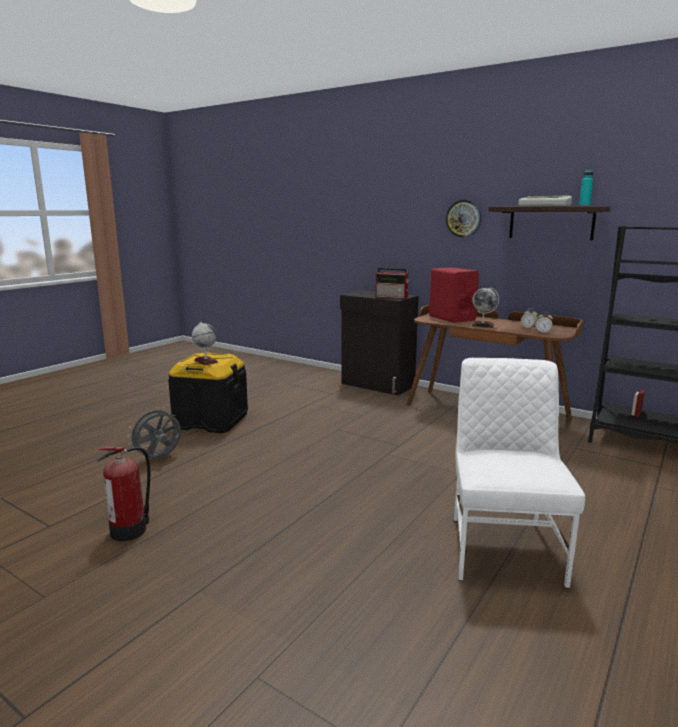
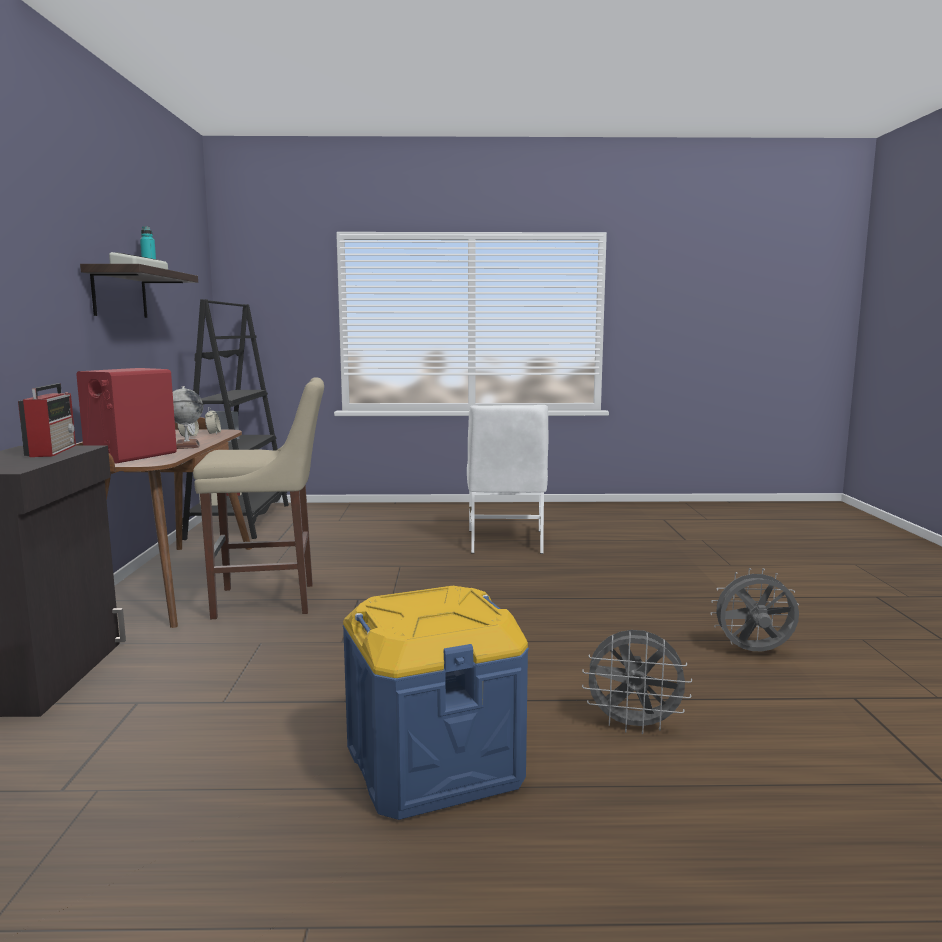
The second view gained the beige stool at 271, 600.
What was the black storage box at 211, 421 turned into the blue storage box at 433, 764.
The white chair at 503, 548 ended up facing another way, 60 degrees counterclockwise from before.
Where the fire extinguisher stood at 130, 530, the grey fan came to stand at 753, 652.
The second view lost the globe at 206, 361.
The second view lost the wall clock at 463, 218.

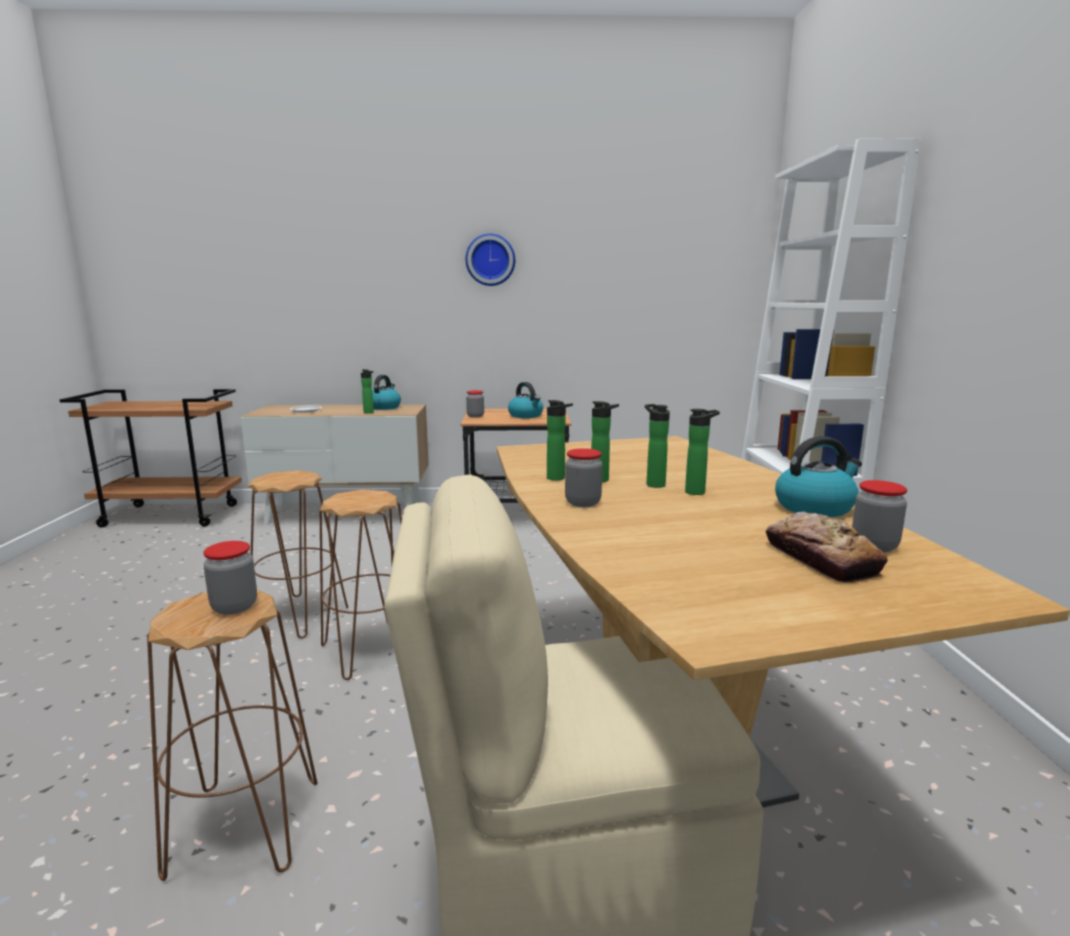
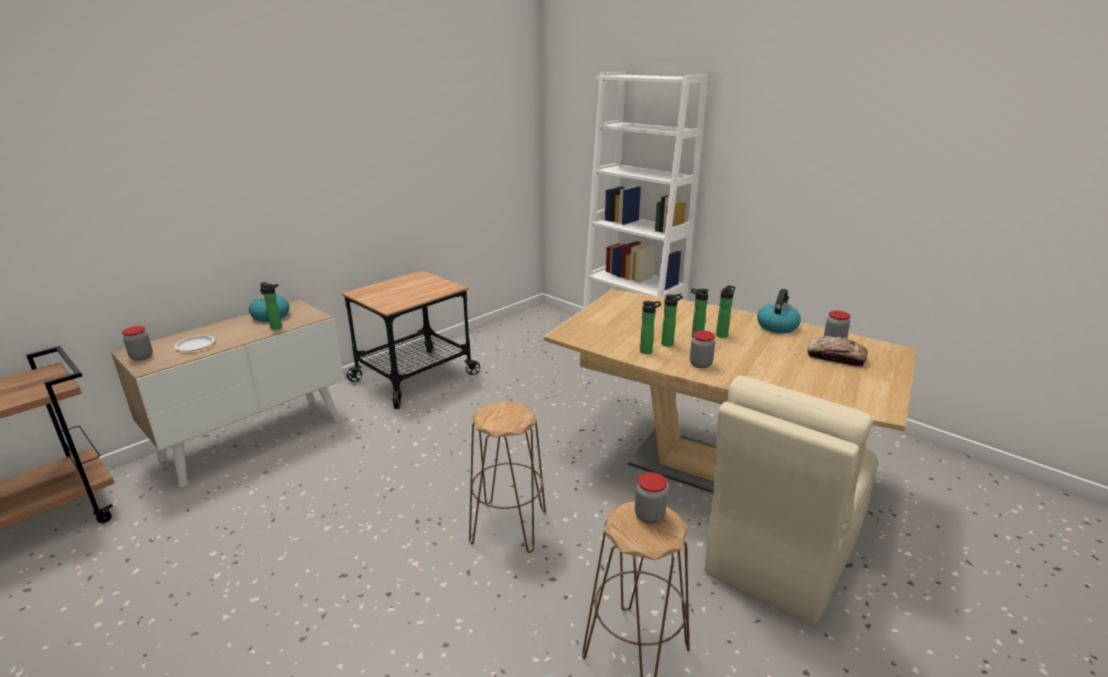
The jar ended up elsewhere, having gone from 475, 416 to 141, 357.
The second view lost the brown stool at 300, 615.
The second view lost the wall clock at 490, 260.
The second view lost the kettle at 526, 415.

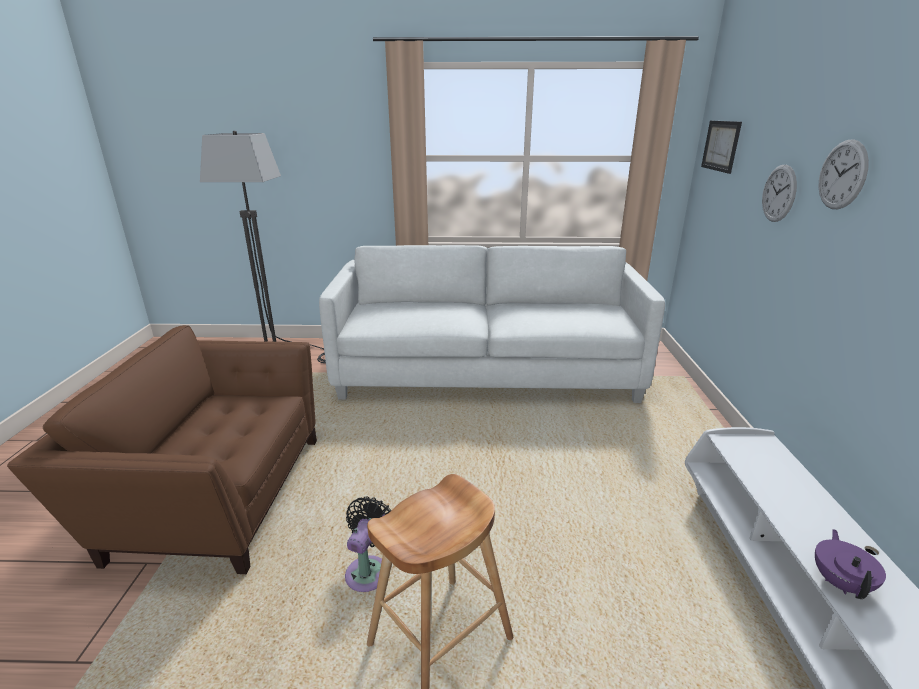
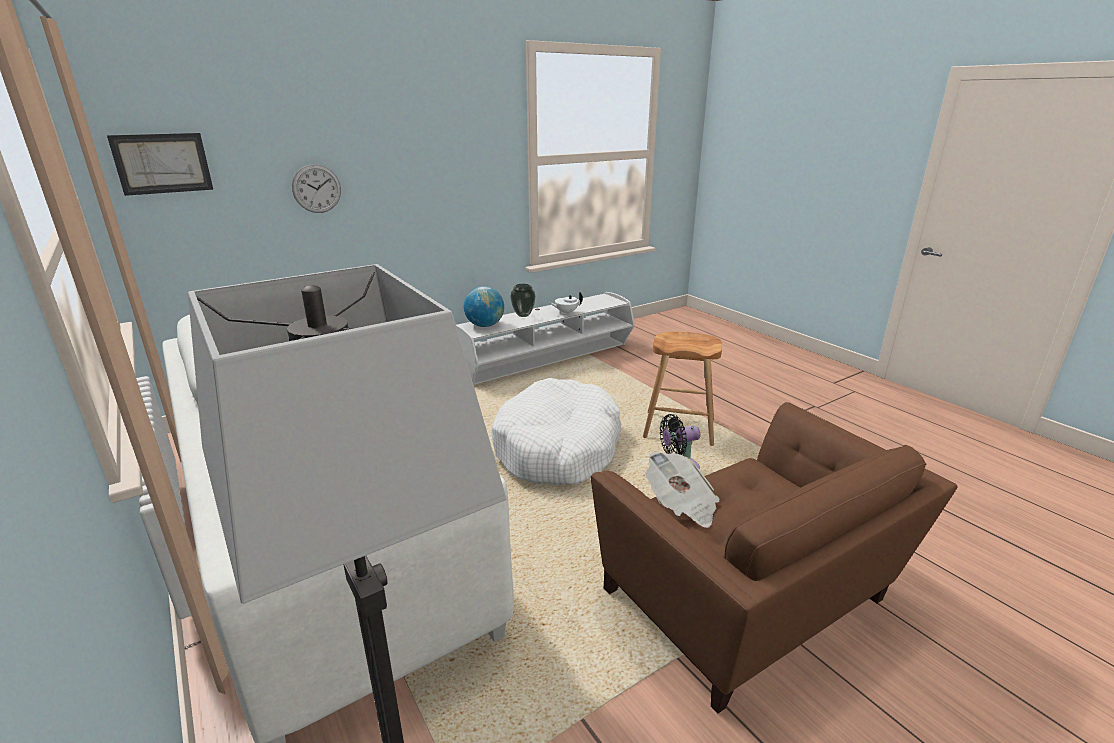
The second view gained the globe at 485, 325.
The second view gained the white dog bed at 558, 448.
The second view gained the vase at 523, 315.
What was the purple teapot at 840, 582 turned into the white teapot at 566, 312.
The second view gained the newspaper at 681, 505.
The second view lost the wall clock at 842, 175.

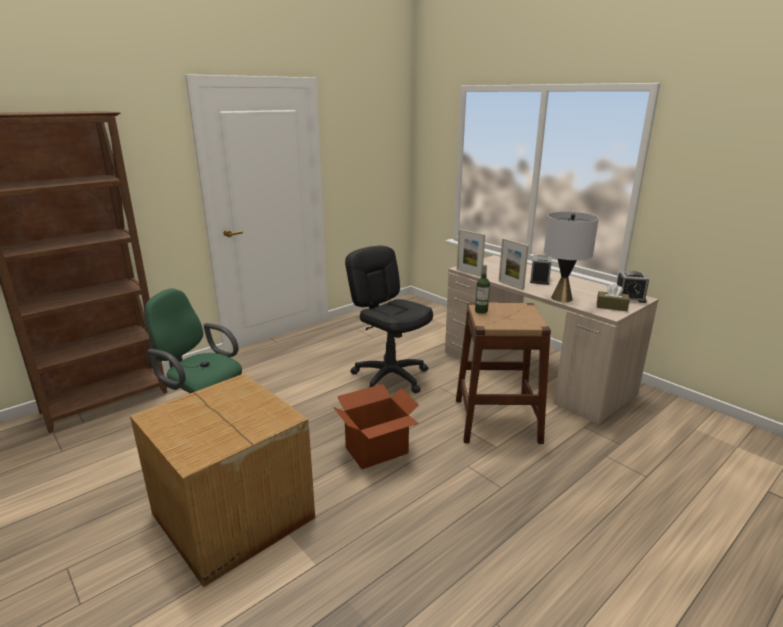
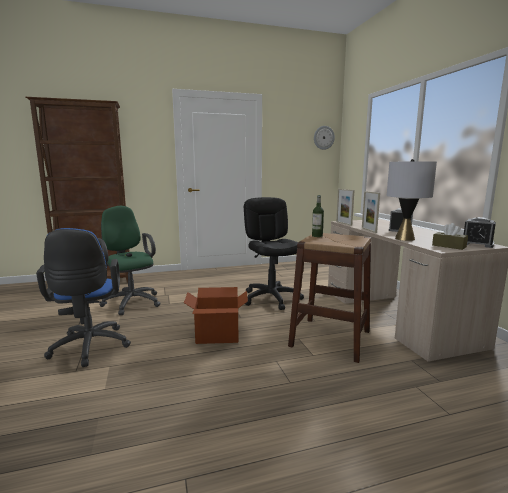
Where the cardboard box stood at 232, 518, the blue office chair came to stand at 89, 348.
The second view gained the wall clock at 323, 137.

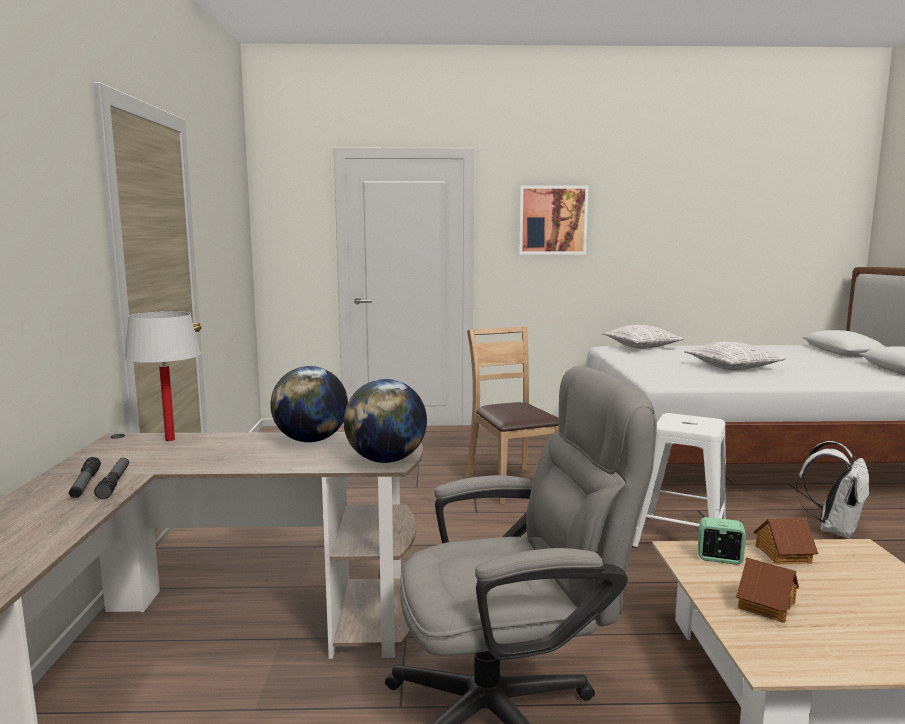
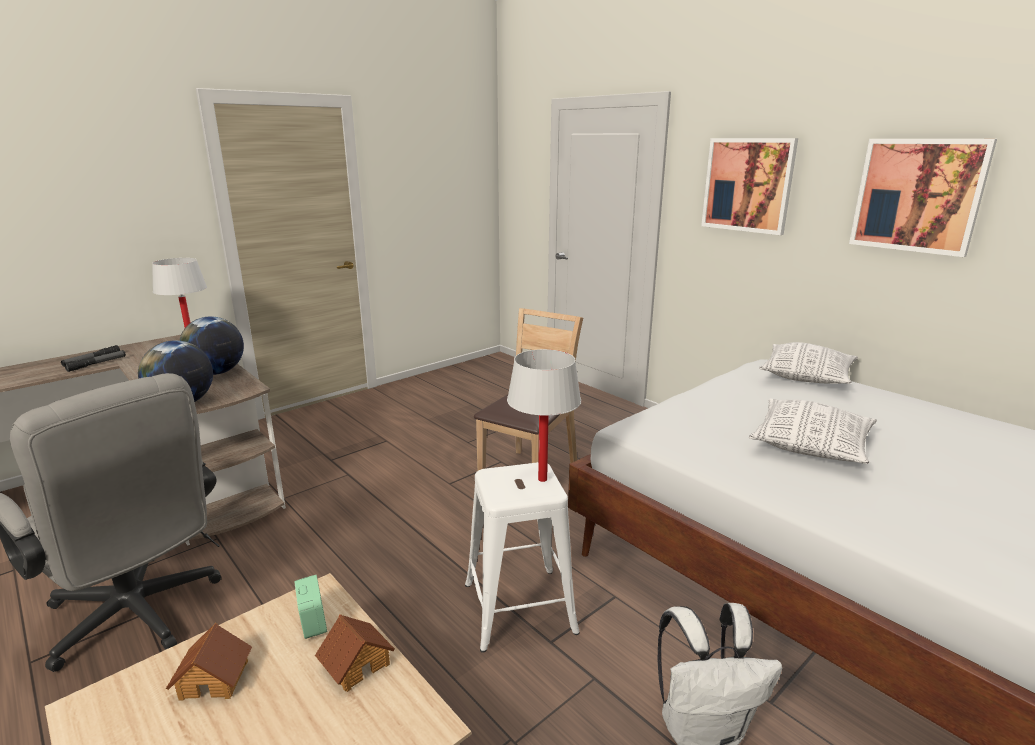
The second view gained the white table lamp at 542, 479.
The second view gained the picture at 917, 195.

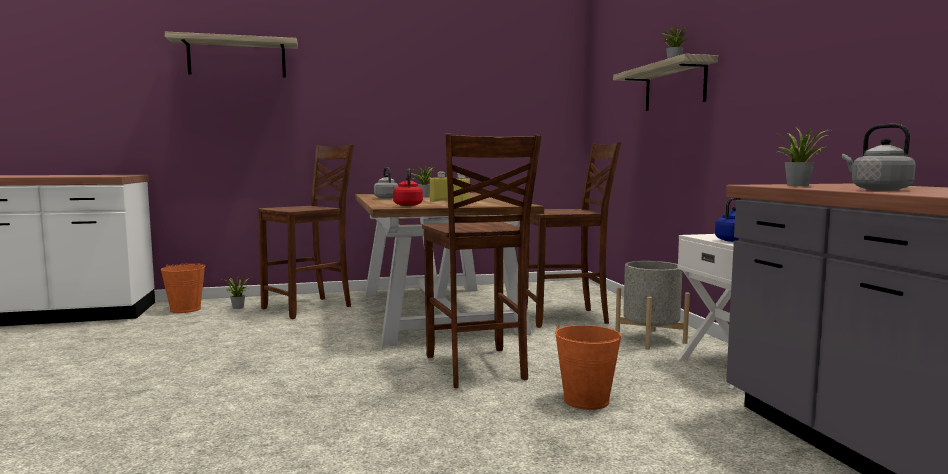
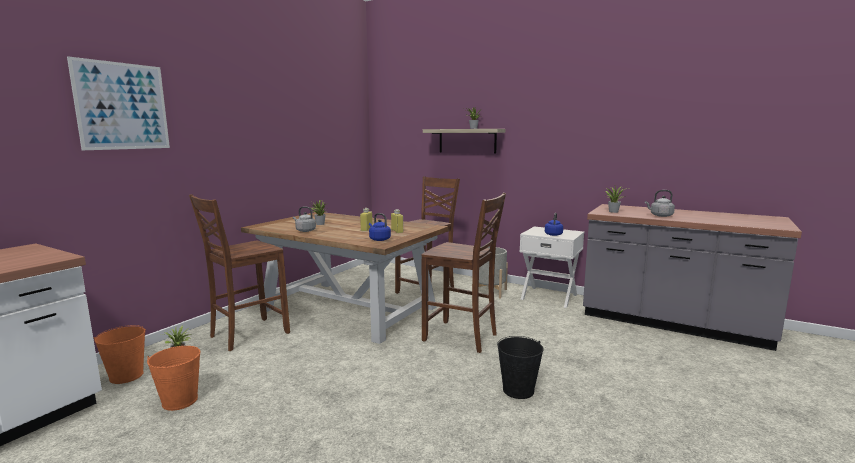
Where the shelf hung at 237, 58, the picture came to hang at 122, 106.
The orange bucket ended up elsewhere, having gone from 586, 400 to 180, 401.
The brown chair at 310, 307 ended up facing another way, 135 degrees counterclockwise from before.
What was the red kettle at 408, 205 turned into the blue kettle at 379, 239.
The second view gained the black bucket at 518, 390.

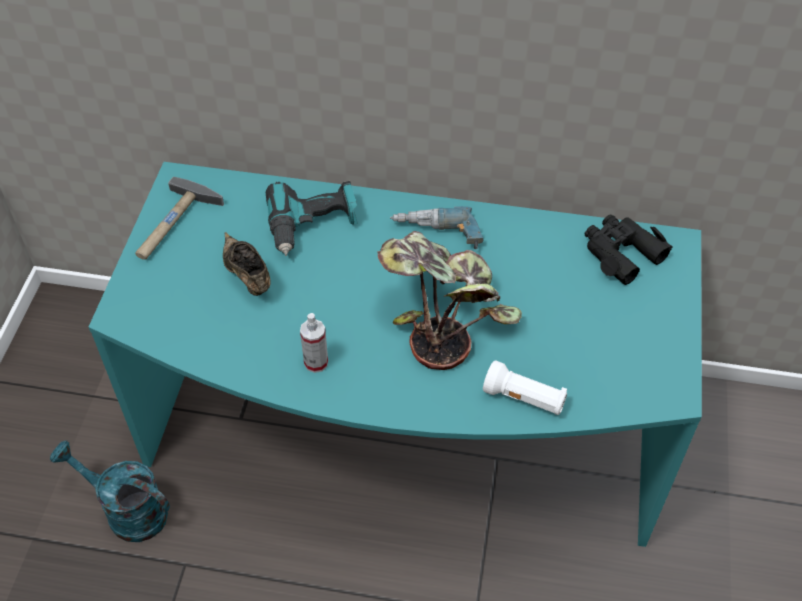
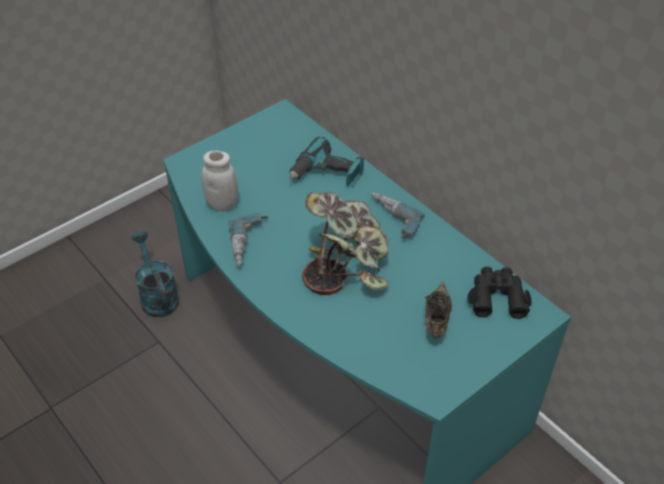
The second view gained the white jar at 222, 204.
Where the spray bottle stood at 316, 362, the power drill came to stand at 250, 245.
The brown shoe ended up elsewhere, having gone from 247, 277 to 436, 320.
The second view lost the hammer at 173, 225.
The second view lost the white flashlight at 524, 399.

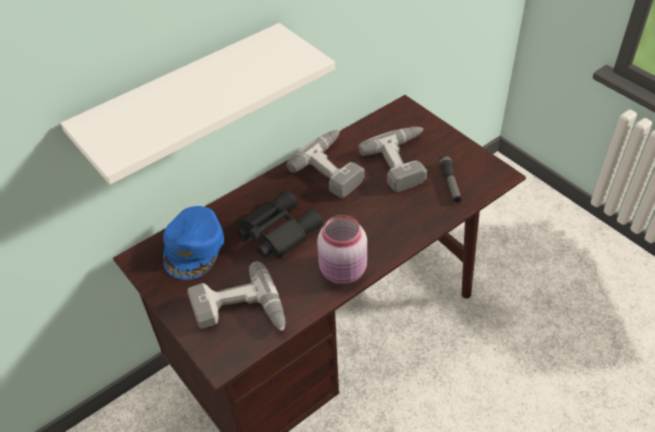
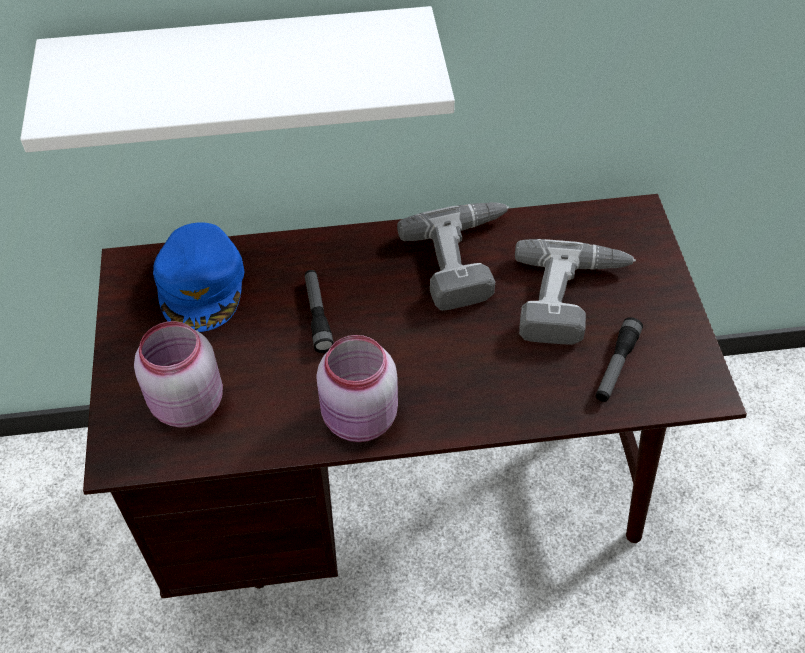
Where the power drill stood at 239, 313, the pink jar came to stand at 186, 405.
The blue cap at 194, 247 ended up facing another way, 45 degrees counterclockwise from before.
Where the black binoculars stood at 276, 232, the flashlight came to stand at 317, 315.

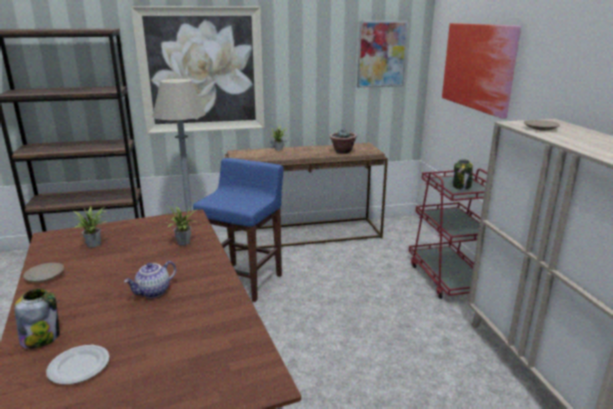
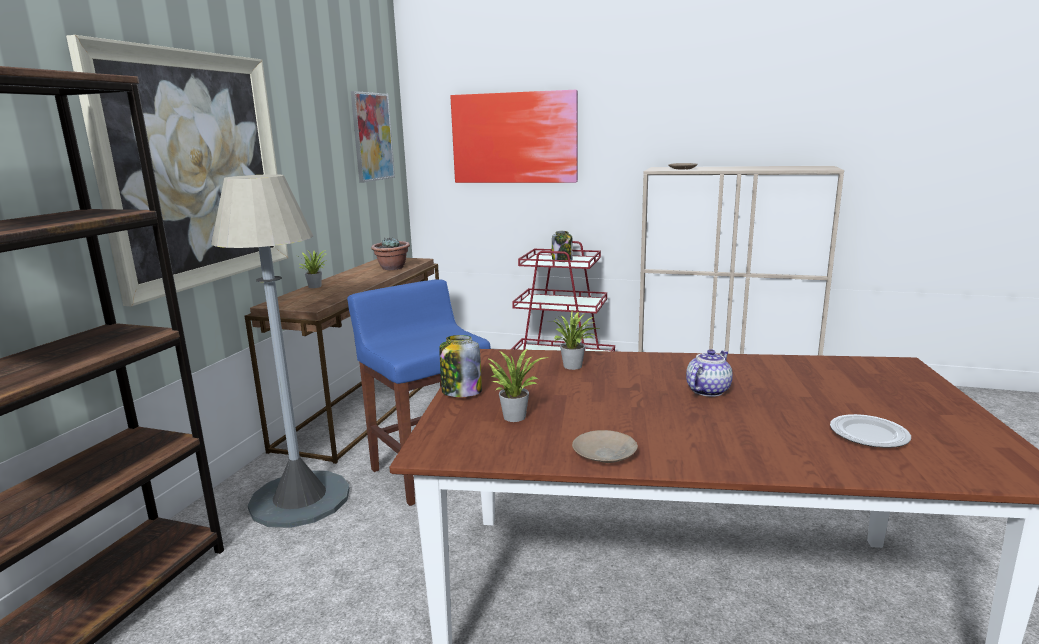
The jar ended up elsewhere, having gone from 41, 337 to 461, 392.
The teapot at 153, 292 ended up facing another way, 120 degrees counterclockwise from before.

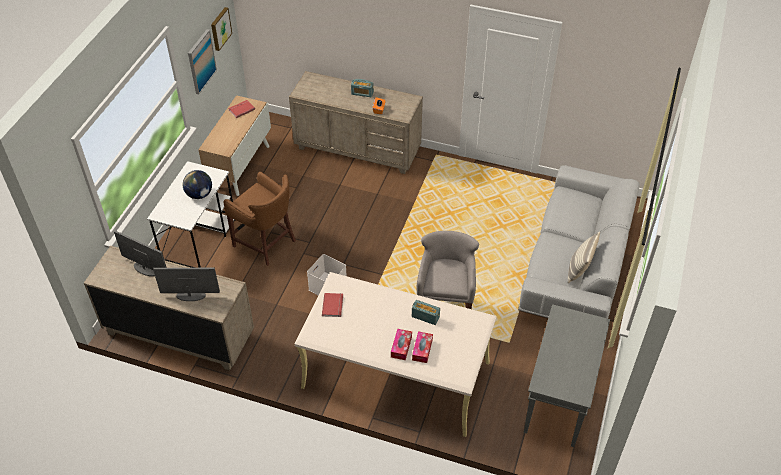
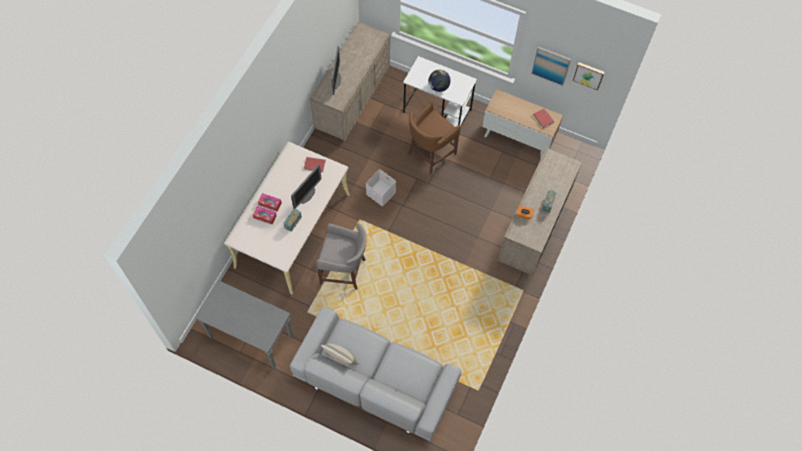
The monitor ended up elsewhere, having gone from 145, 269 to 307, 195.

